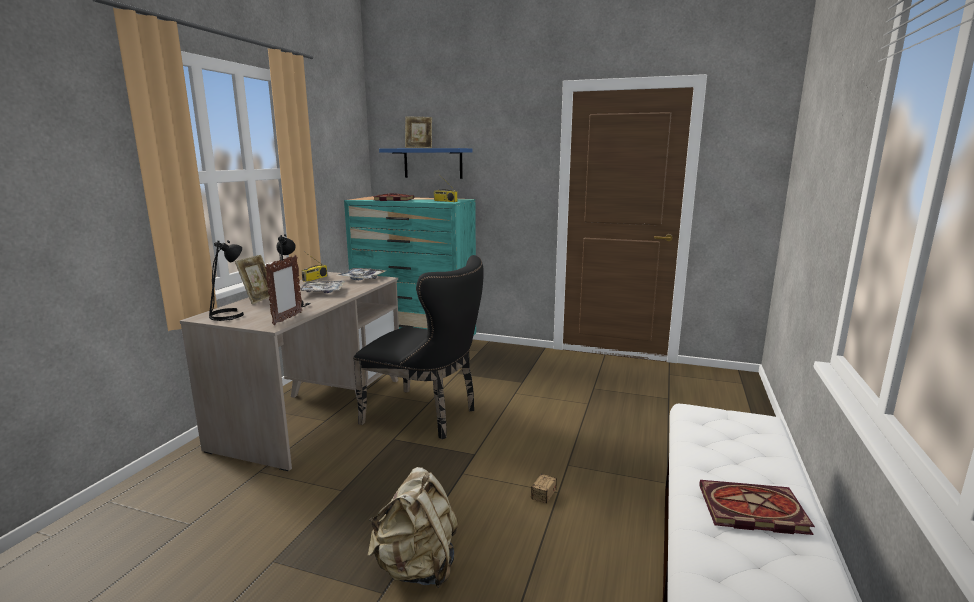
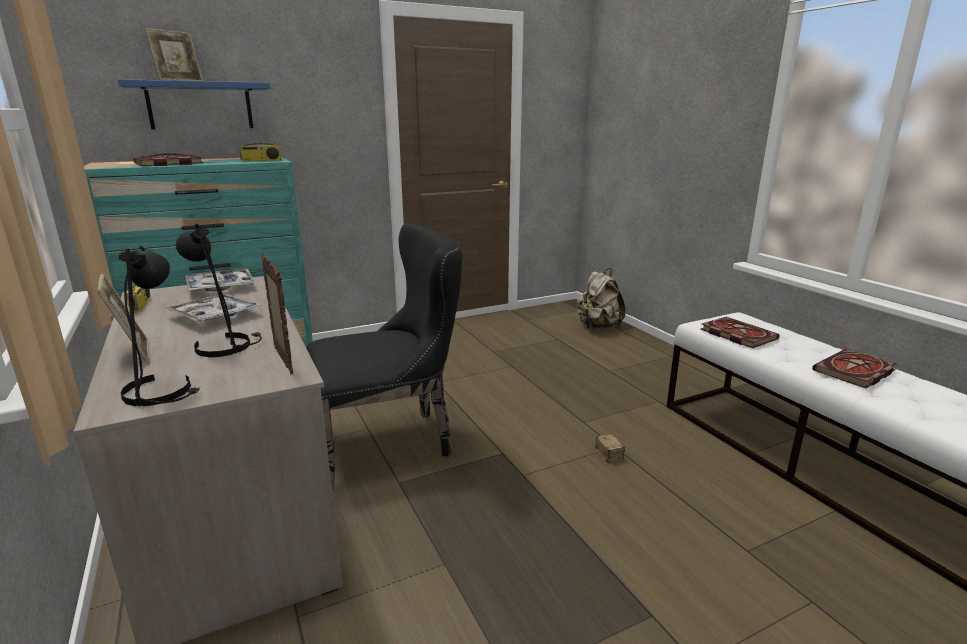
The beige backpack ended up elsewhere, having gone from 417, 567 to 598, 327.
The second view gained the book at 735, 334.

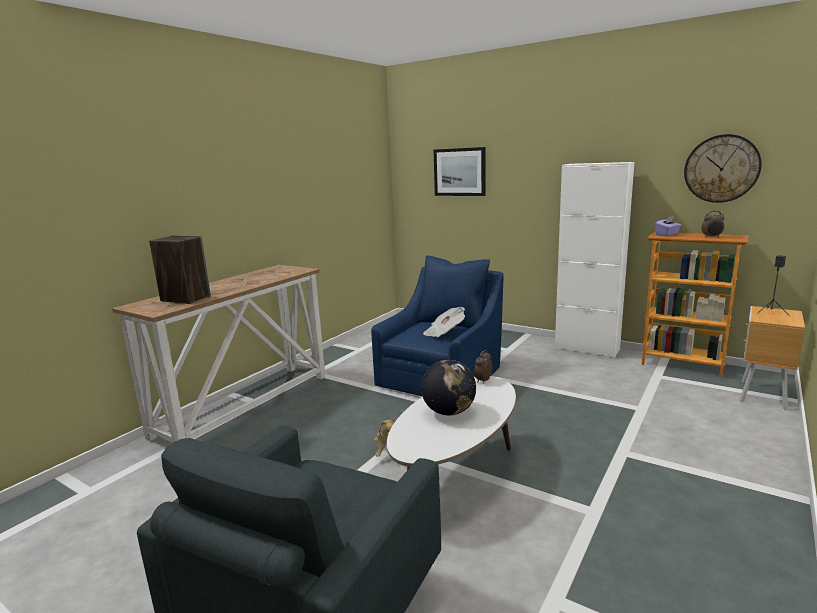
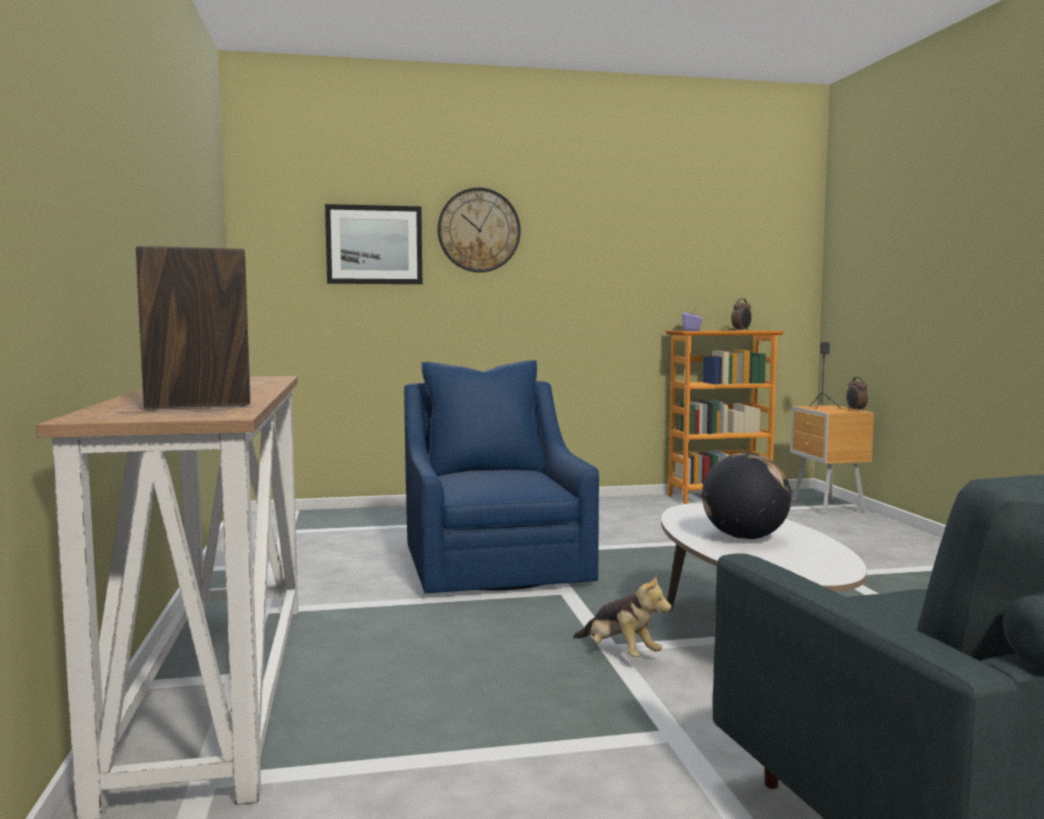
The wall clock ended up elsewhere, having gone from 721, 168 to 479, 230.
The alarm clock ended up elsewhere, having gone from 482, 380 to 855, 410.
The second view lost the newspaper at 444, 333.
The second view lost the white cabinet at 587, 348.

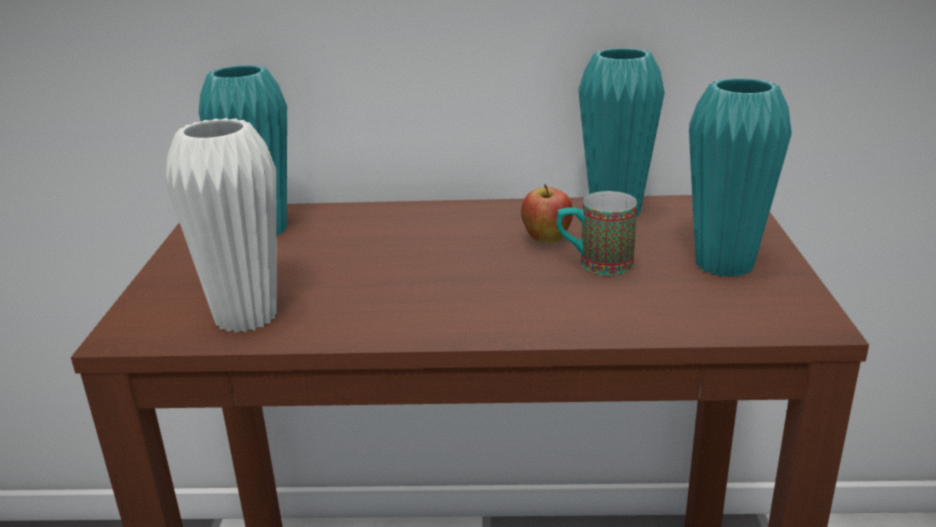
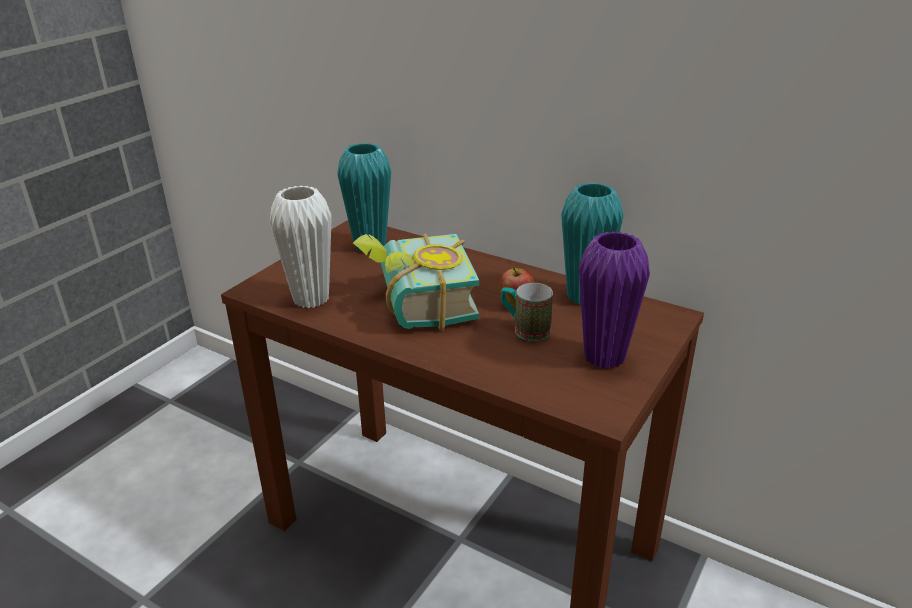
The second view gained the book at 416, 305.
What was the turquoise vase at 724, 264 turned into the purple vase at 604, 357.

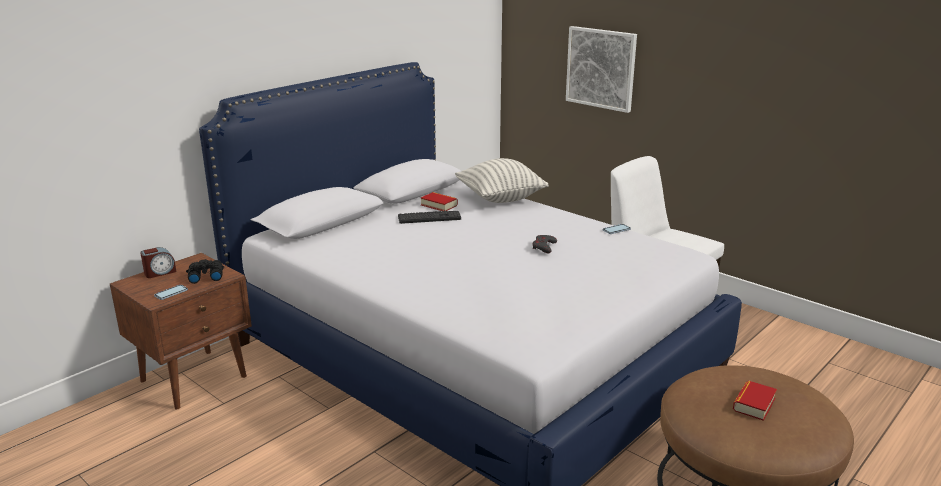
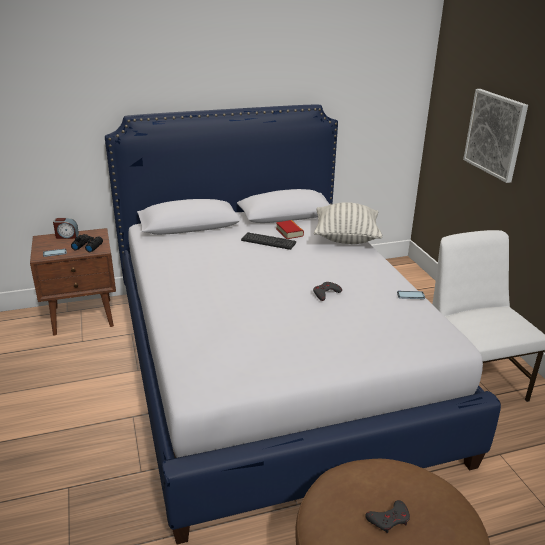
Where the book stood at 754, 404, the grey game controller came to stand at 389, 519.

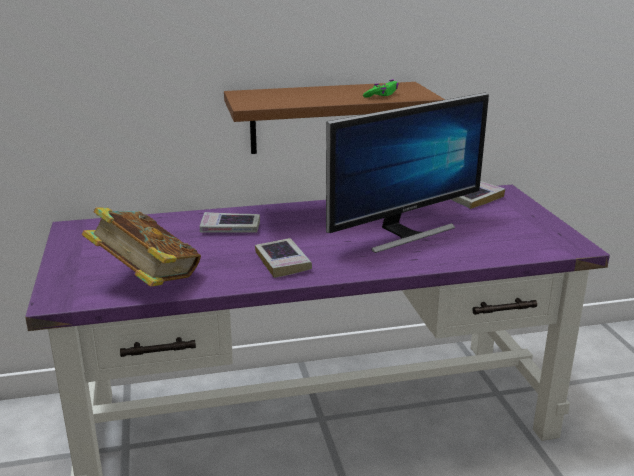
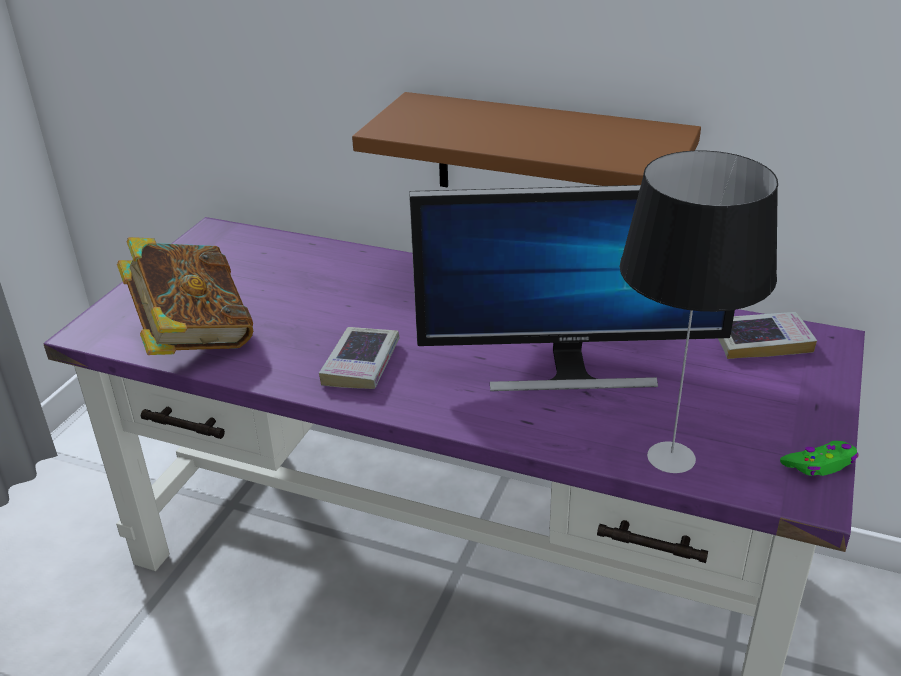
The second view gained the table lamp at 673, 458.
The green game controller ended up elsewhere, having gone from 381, 95 to 820, 464.
The second view lost the book at 230, 228.

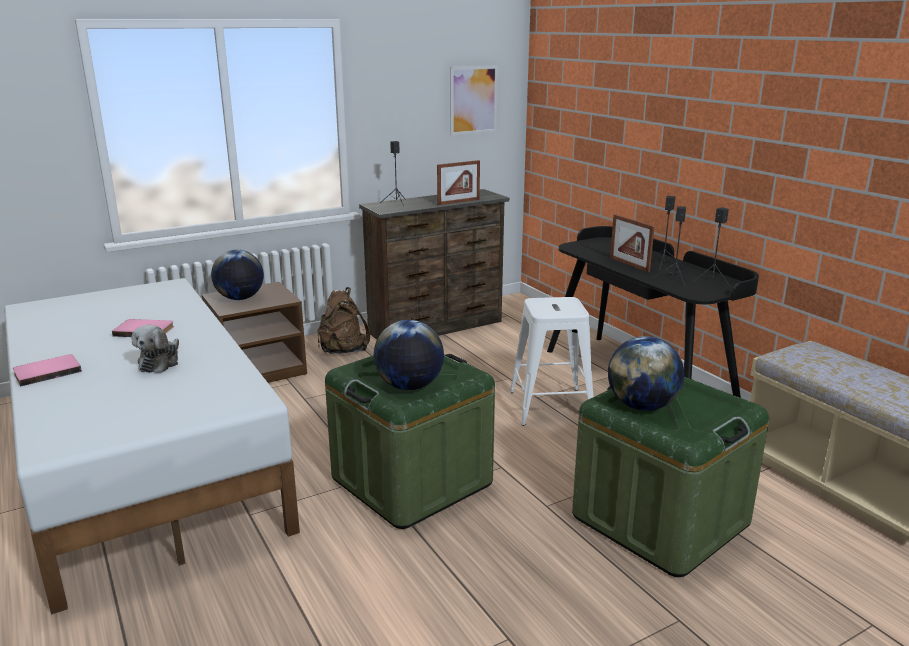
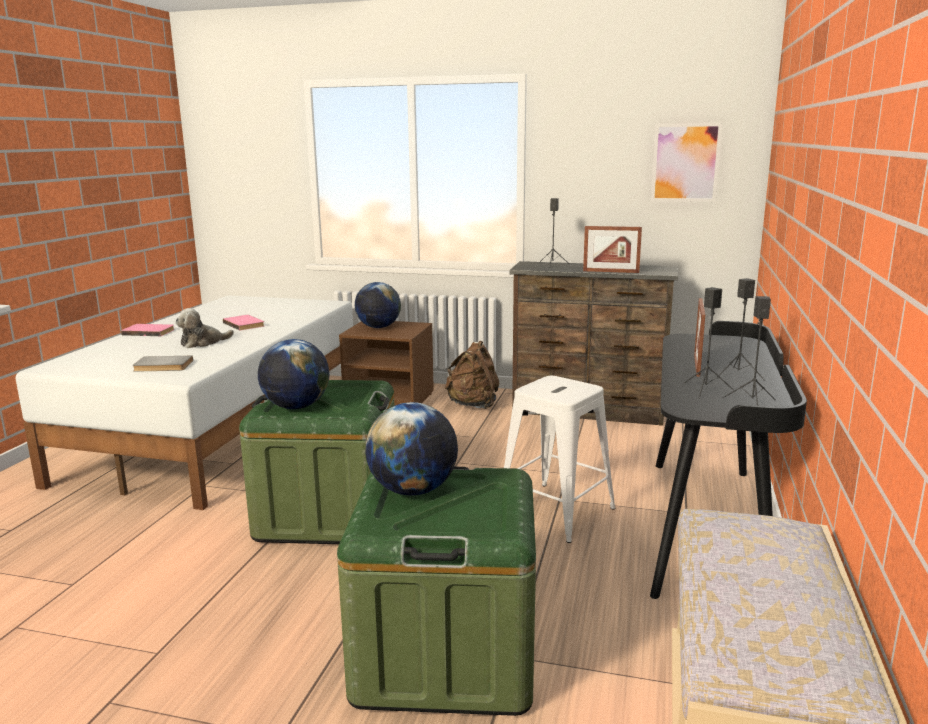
The second view gained the grey book at 162, 366.

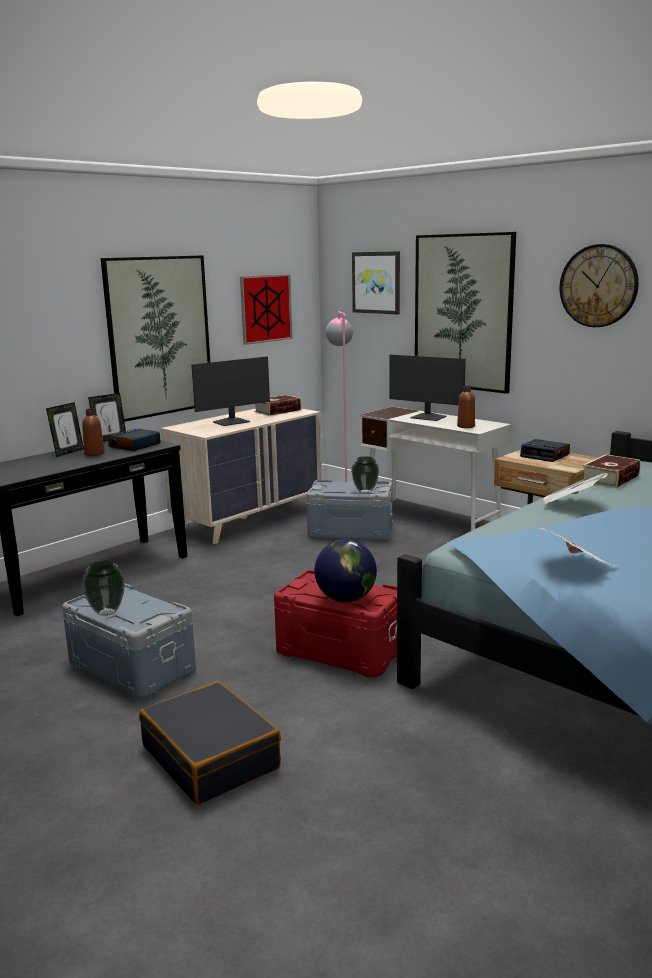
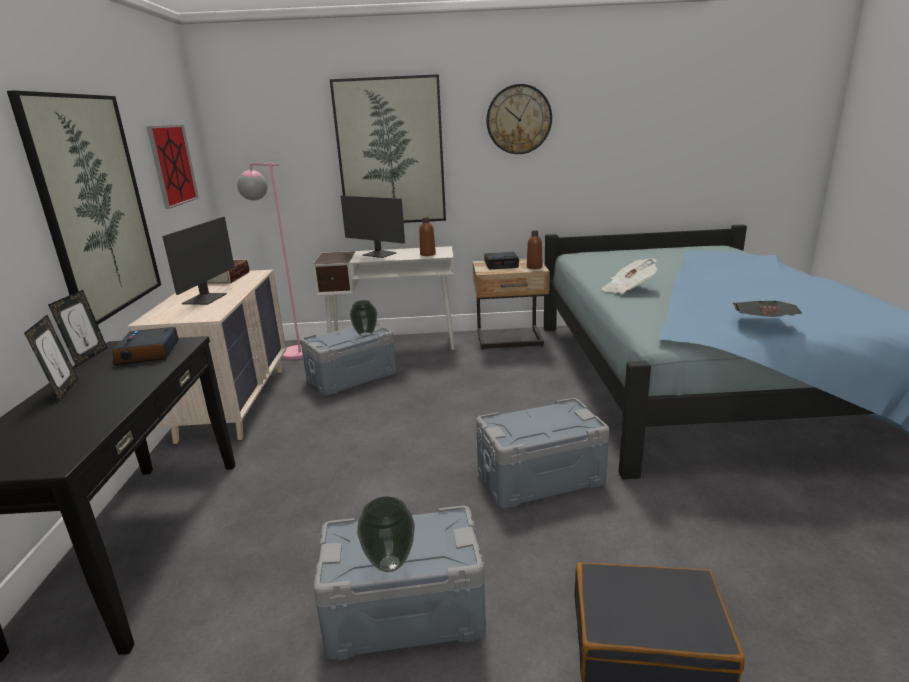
The monitor at 428, 417 ended up facing another way, 45 degrees clockwise from before.
What was the red storage box at 341, 650 turned into the grey storage box at 539, 477.
The brown bottle ended up elsewhere, having gone from 94, 454 to 534, 267.
The second view lost the globe at 346, 598.
The second view lost the picture at 376, 282.
The second view lost the book at 610, 478.

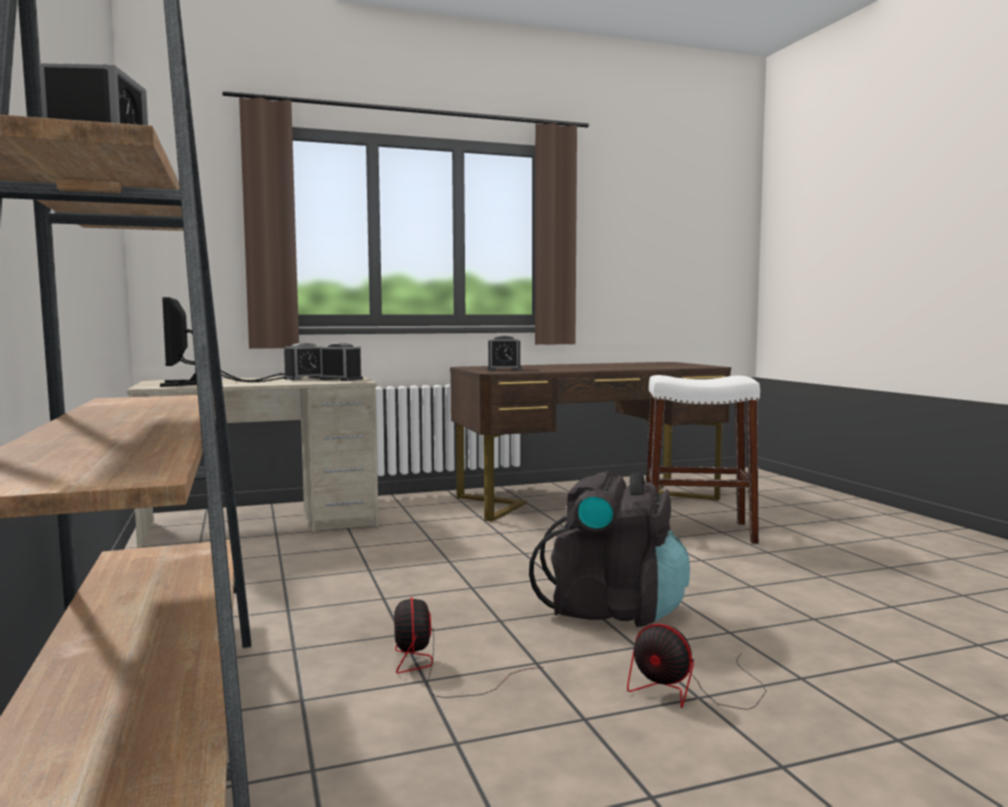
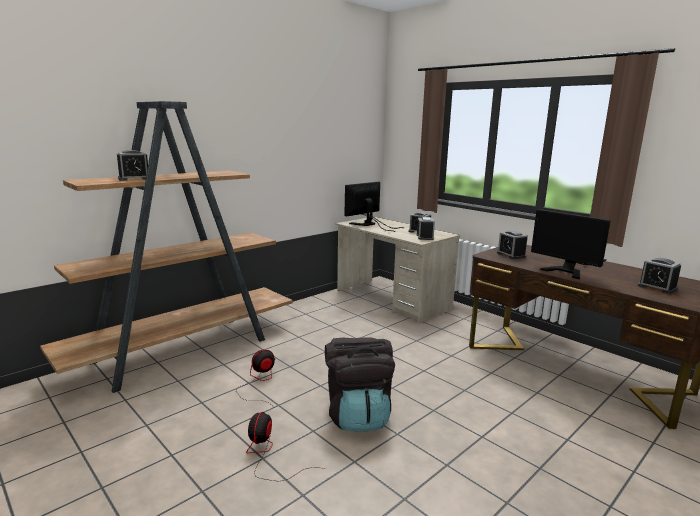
The second view gained the monitor at 570, 270.
The second view gained the alarm clock at 657, 287.
The second view lost the white stool at 697, 531.

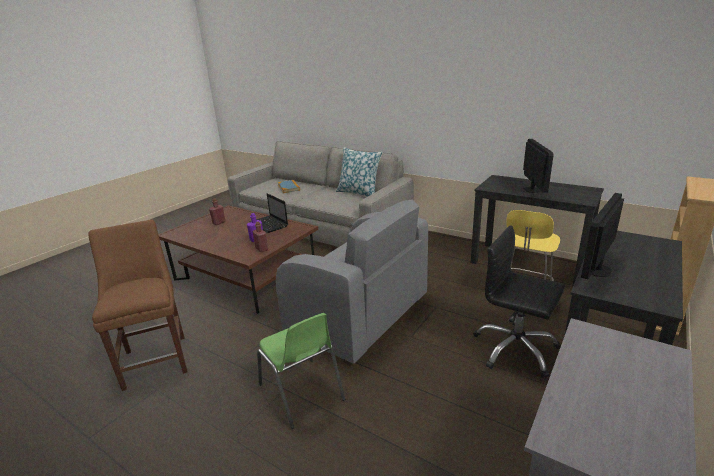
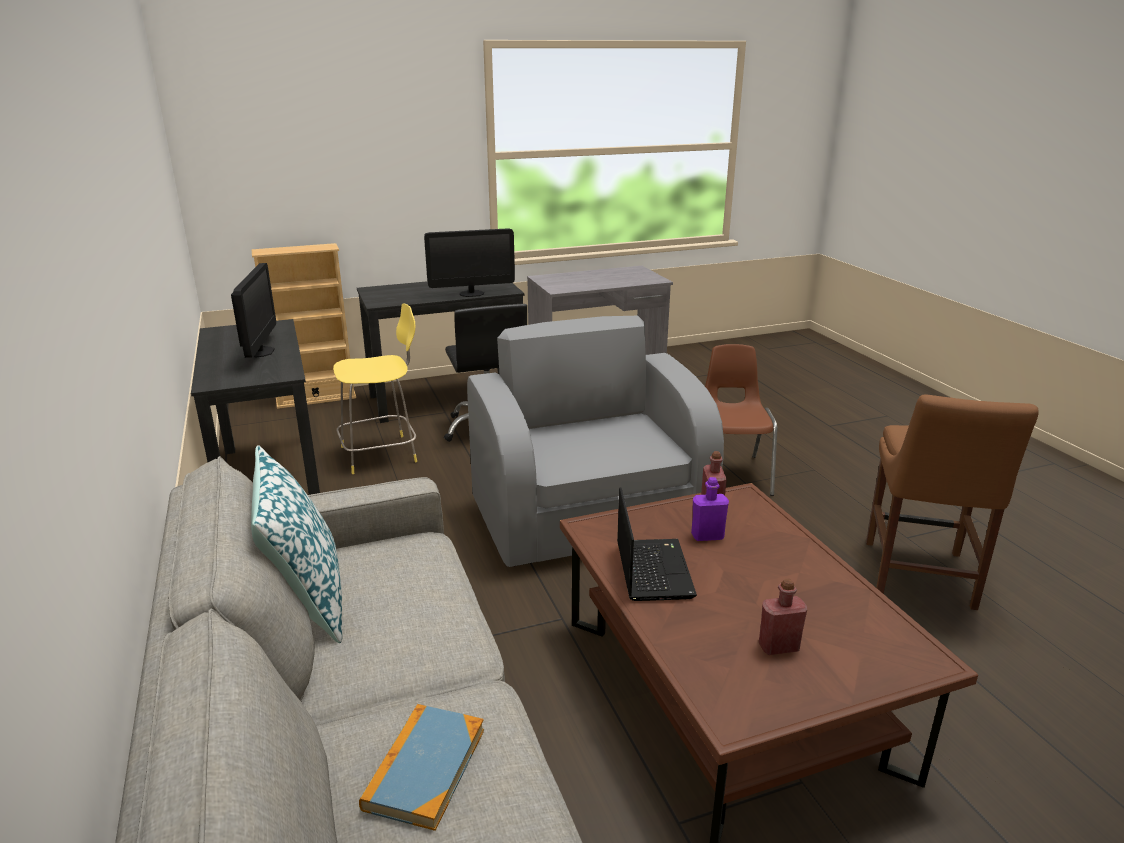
The monitor at 532, 190 ended up facing another way, 135 degrees clockwise from before.
What was the green chair at 302, 393 turned into the brown chair at 729, 474.

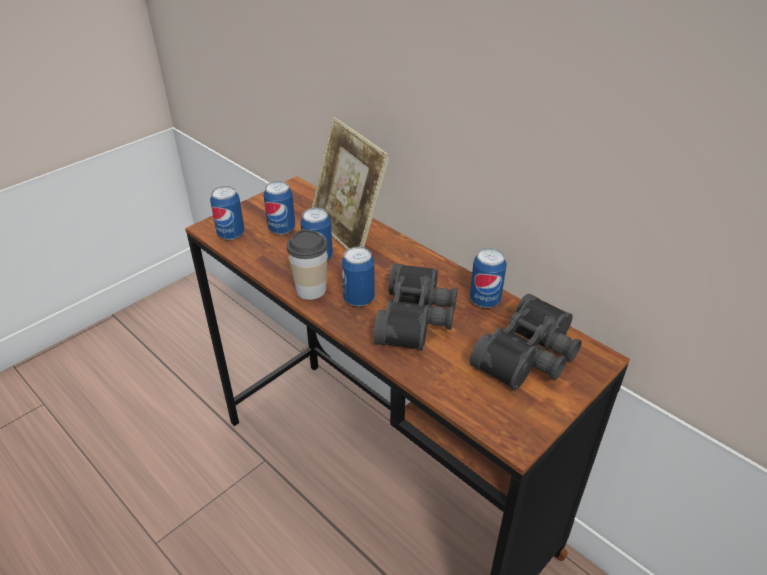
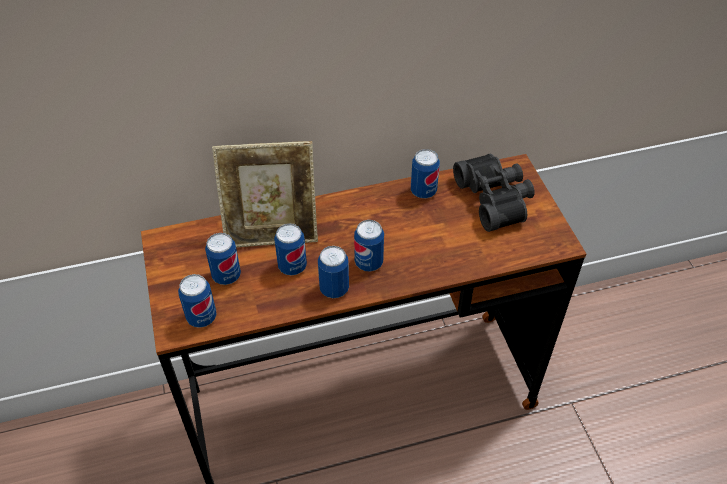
Where the cup stood at 311, 290, the can came to stand at 334, 289.
The second view lost the black binoculars at 418, 318.

